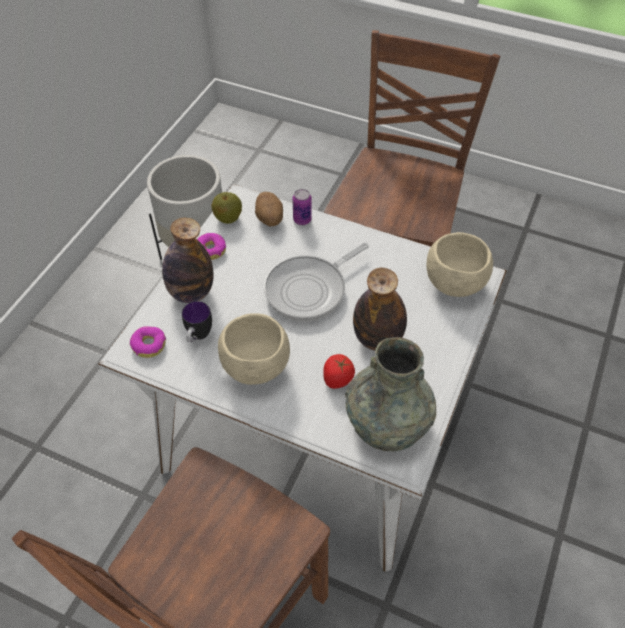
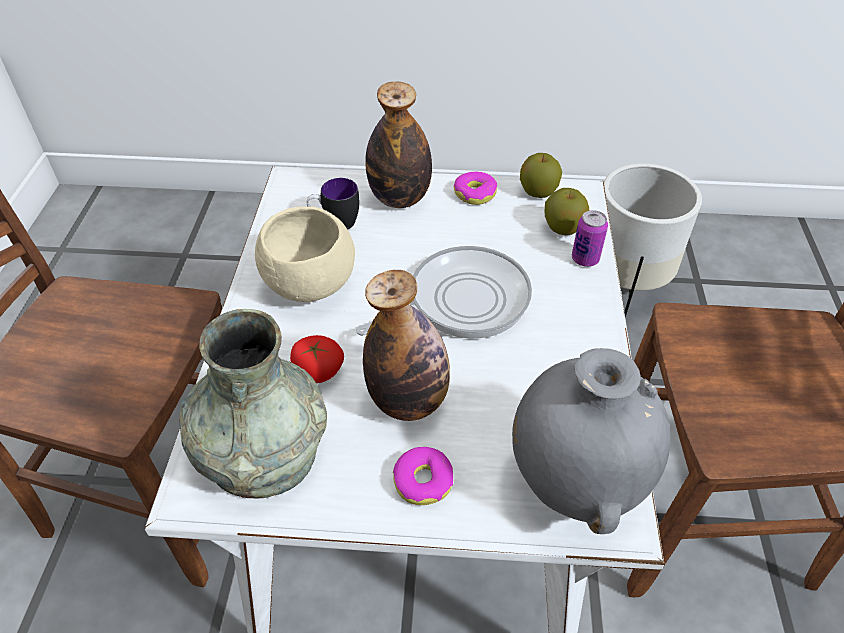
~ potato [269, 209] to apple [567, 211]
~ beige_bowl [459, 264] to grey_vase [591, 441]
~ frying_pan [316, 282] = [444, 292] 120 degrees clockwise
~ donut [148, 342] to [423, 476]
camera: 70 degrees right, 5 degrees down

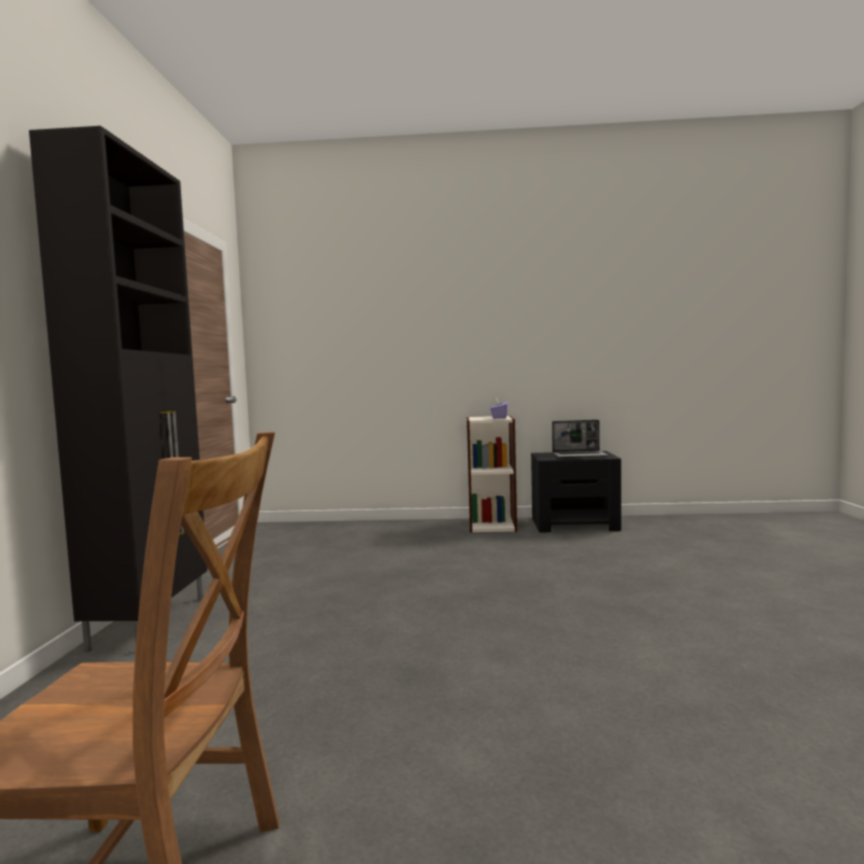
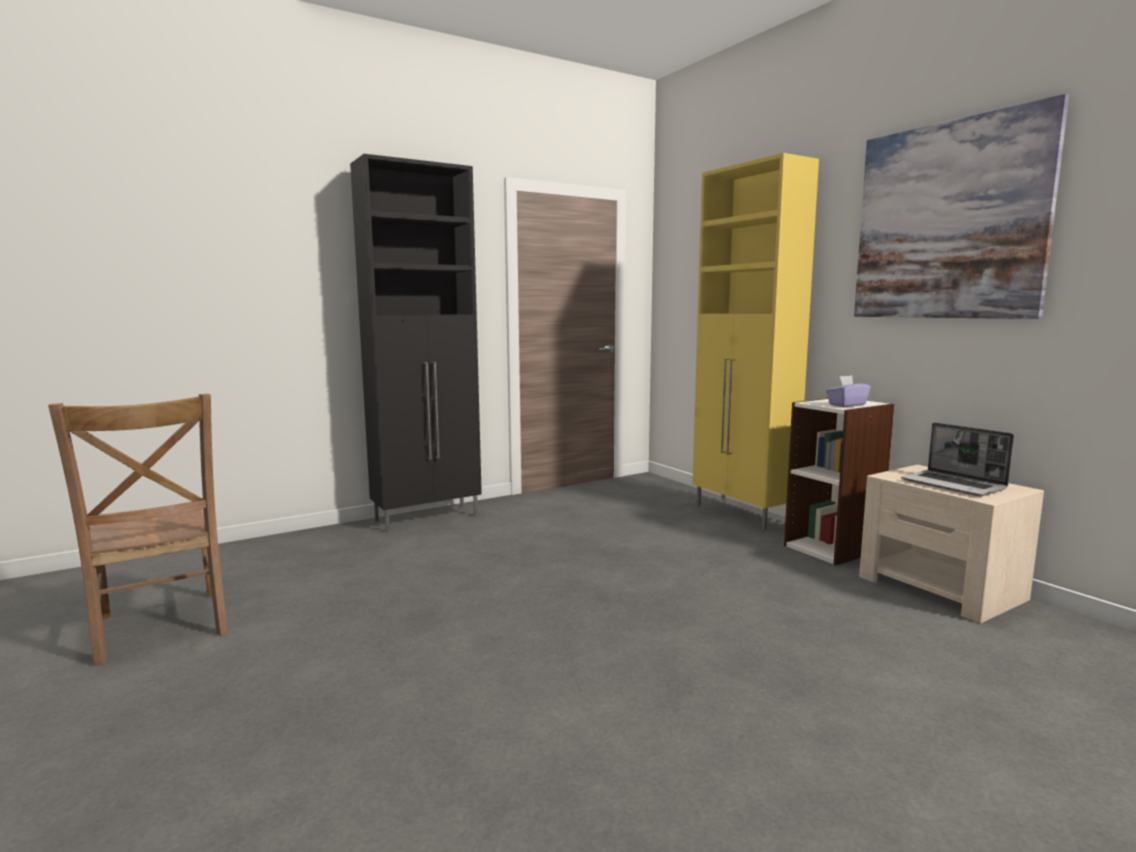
~ black_nightstand [576, 491] to beige_nightstand [951, 544]
+ picture [961, 206]
+ yellow_cabinet [755, 341]
camera: 55 degrees right, 5 degrees up

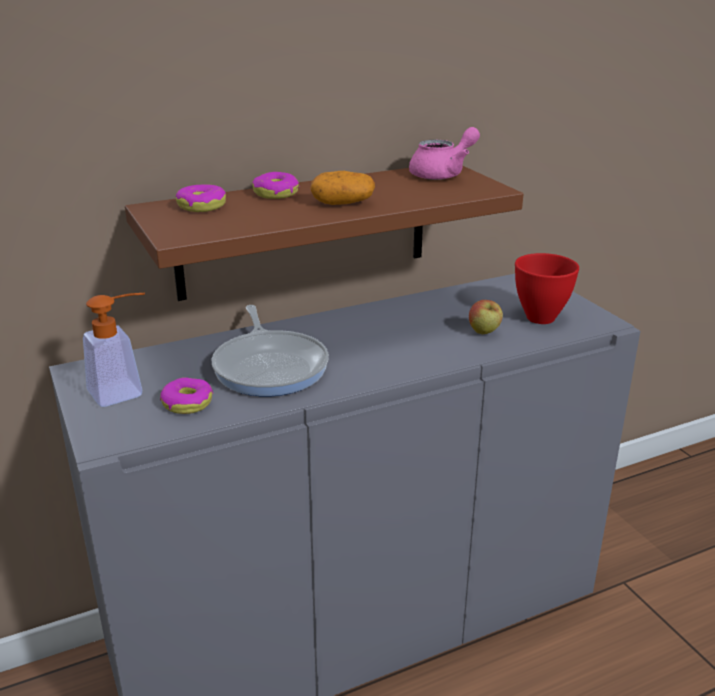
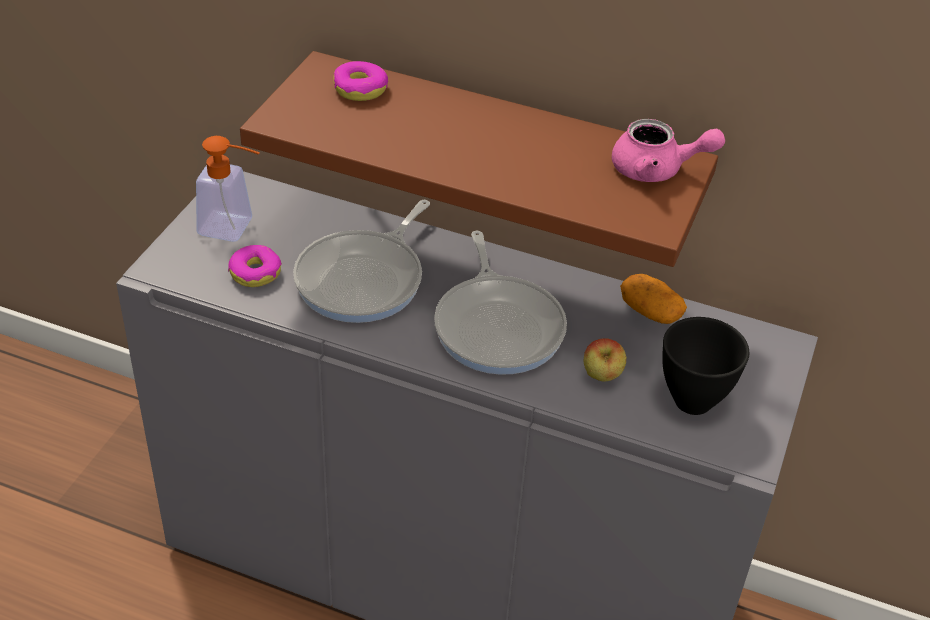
~ potato [342, 188] to [653, 299]
- donut [276, 185]
~ red_bowl [547, 288] to black_bowl [705, 366]
+ frying_pan [500, 303]
camera: 45 degrees right, 15 degrees up

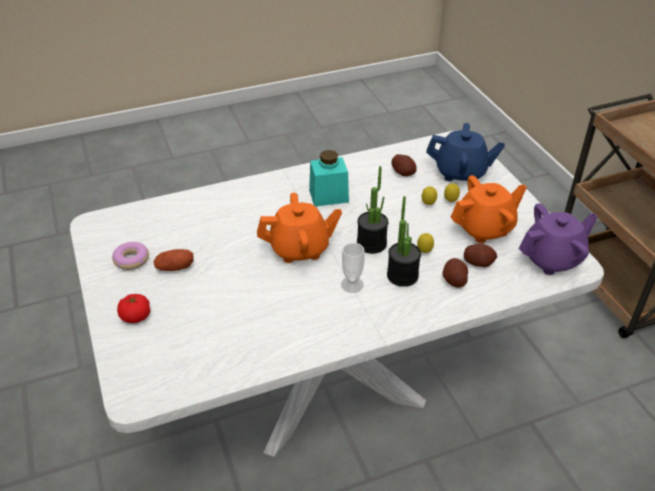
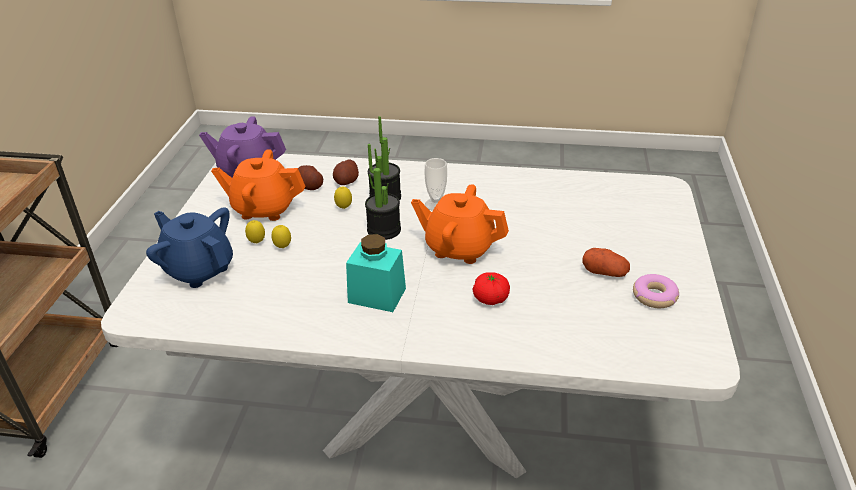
- potato [404, 165]
~ tomato [133, 308] to [491, 288]
camera: 150 degrees left, 5 degrees down

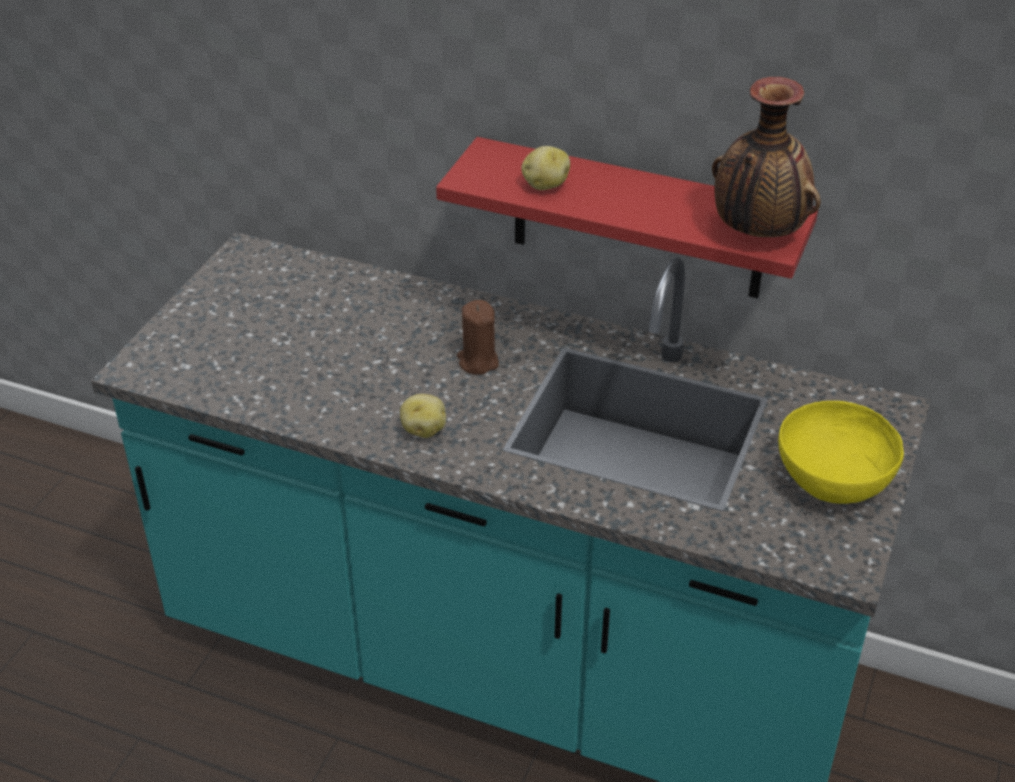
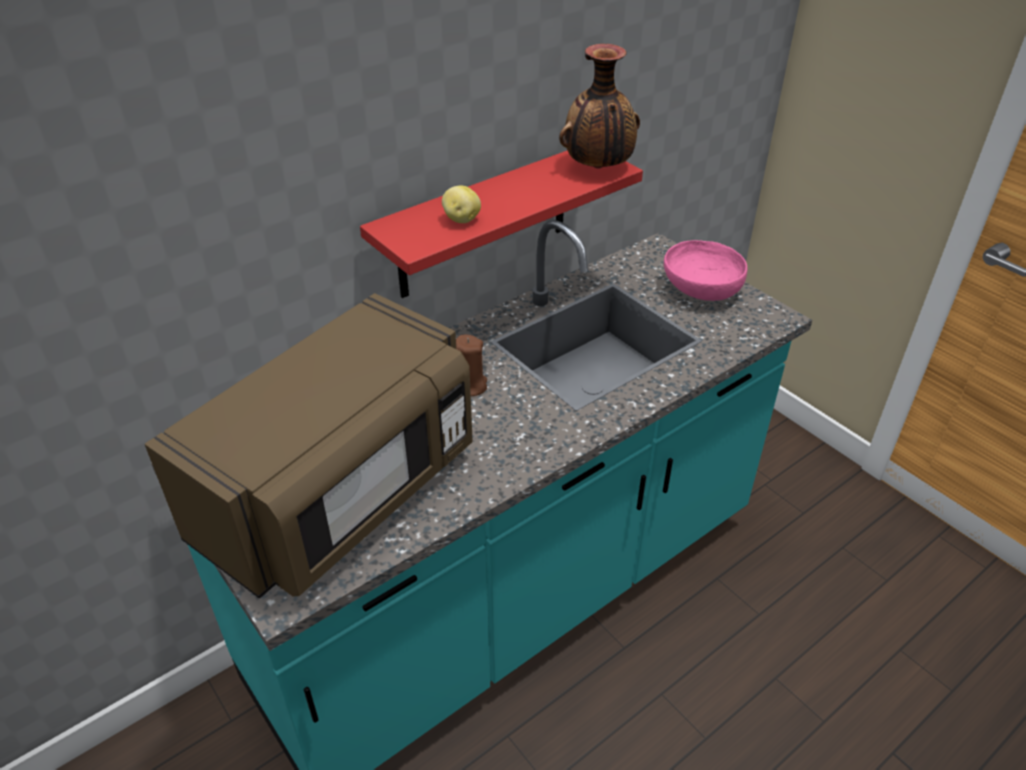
- potato [423, 416]
~ yellow_bowl [841, 452] to pink_bowl [705, 270]
+ brown_microwave [309, 446]
camera: 60 degrees left, 0 degrees up

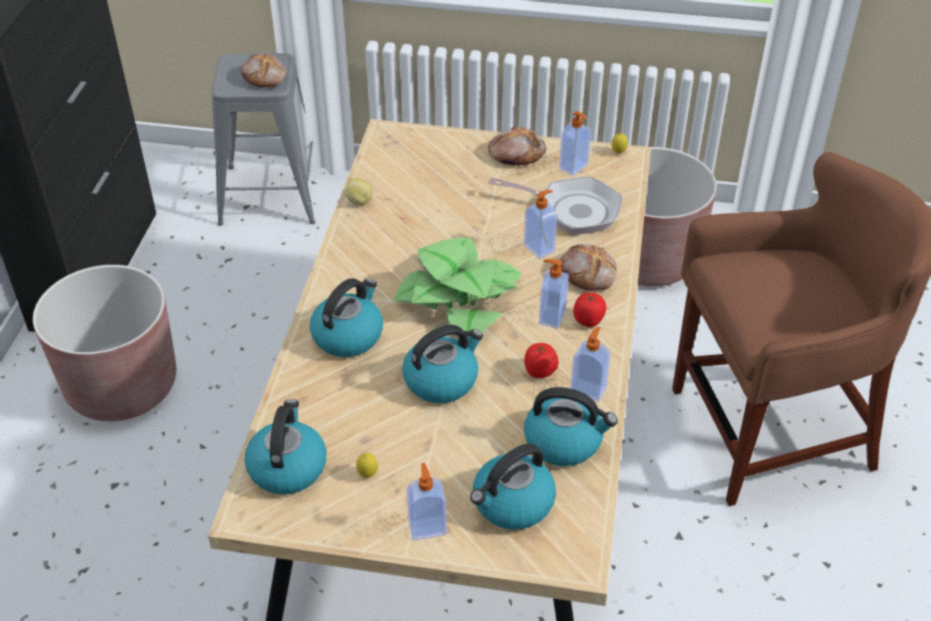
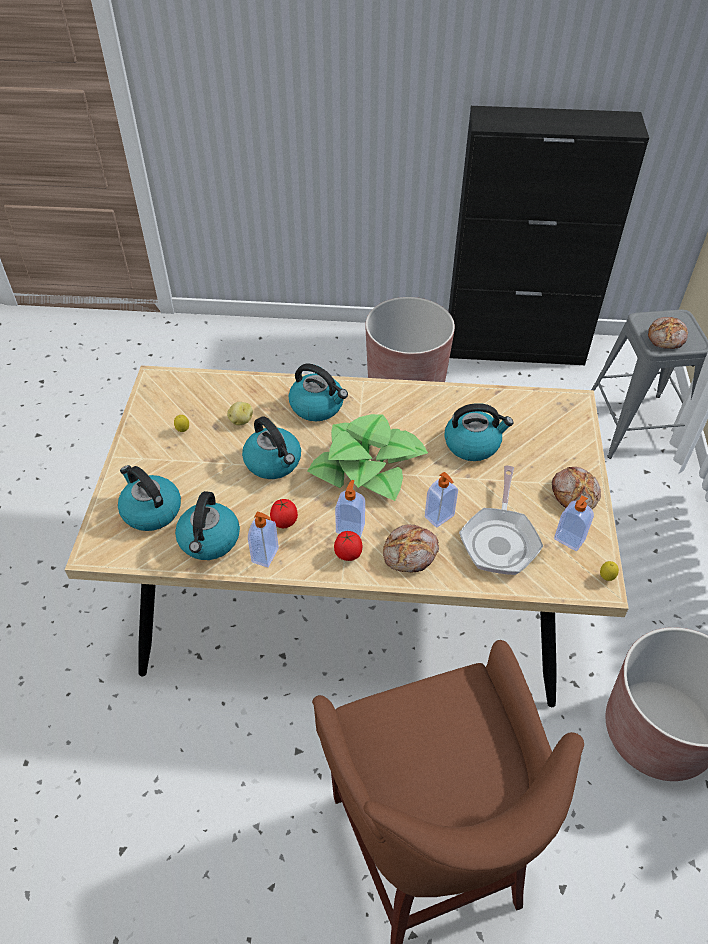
~ potato [359, 191] to [240, 413]
~ kettle [285, 446] to [479, 432]
- soap_dispenser [427, 501]
camera: 85 degrees right, 5 degrees up

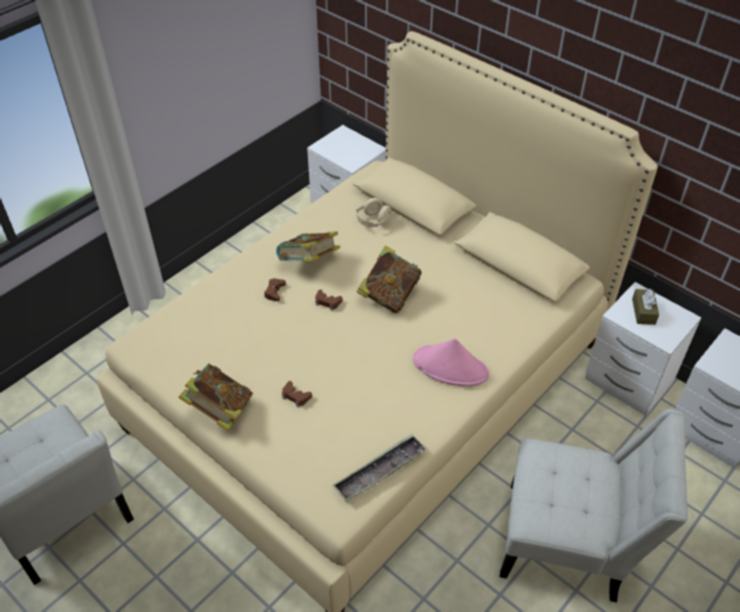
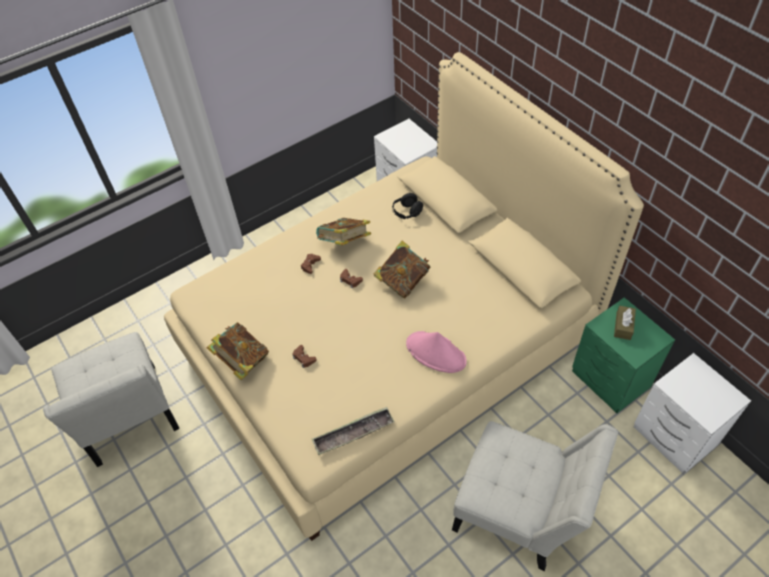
~ beige_headphones [373, 213] to black_headphones [407, 206]
~ white_nightstand [643, 349] to green_nightstand [623, 355]
camera: 15 degrees right, 5 degrees up

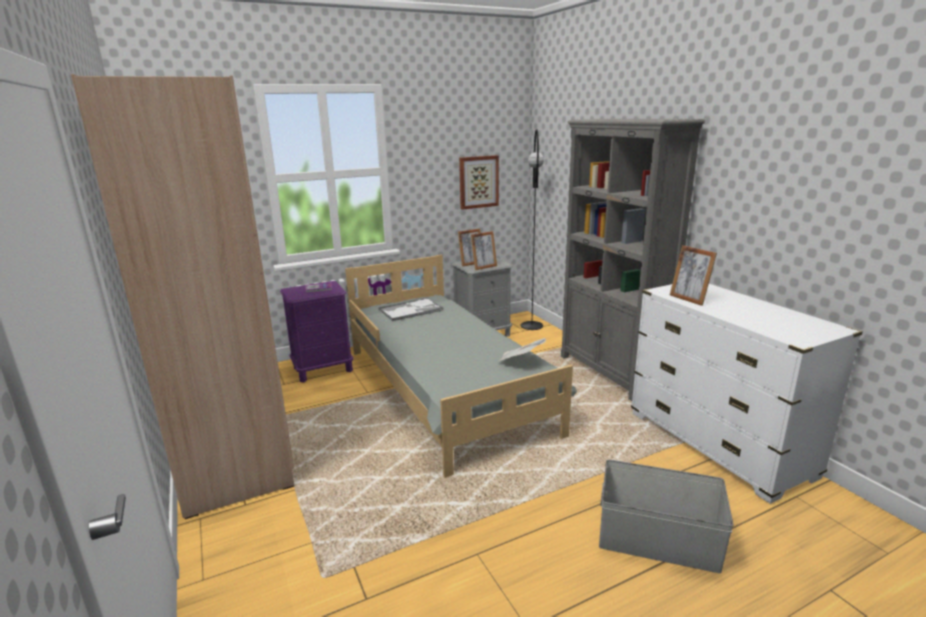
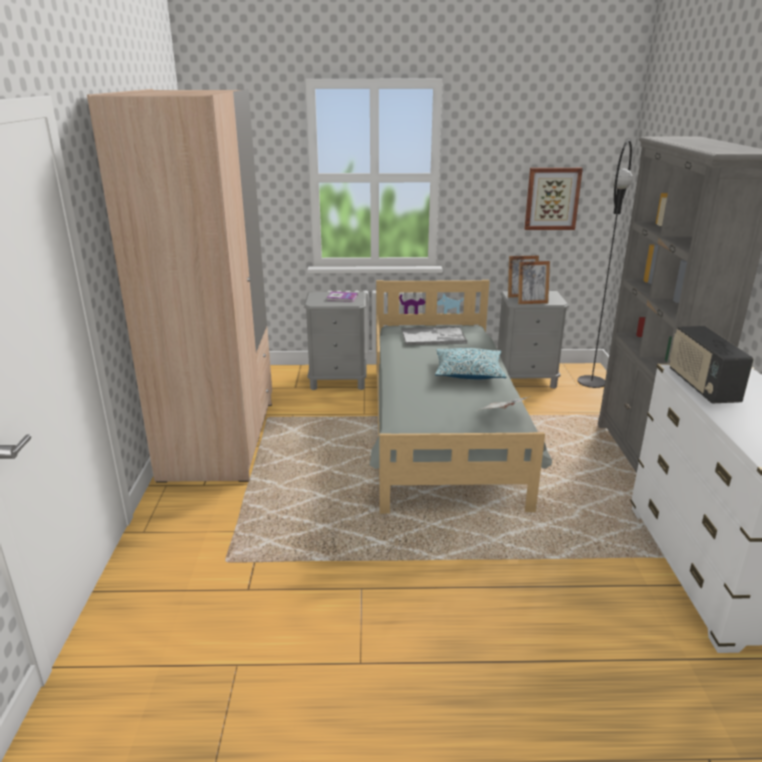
~ picture_frame [693, 275] to radio [711, 364]
~ purple_nightstand [317, 332] to grey_nightstand [335, 341]
- grey_storage_box [666, 516]
+ pillow [471, 363]
camera: 25 degrees right, 5 degrees up

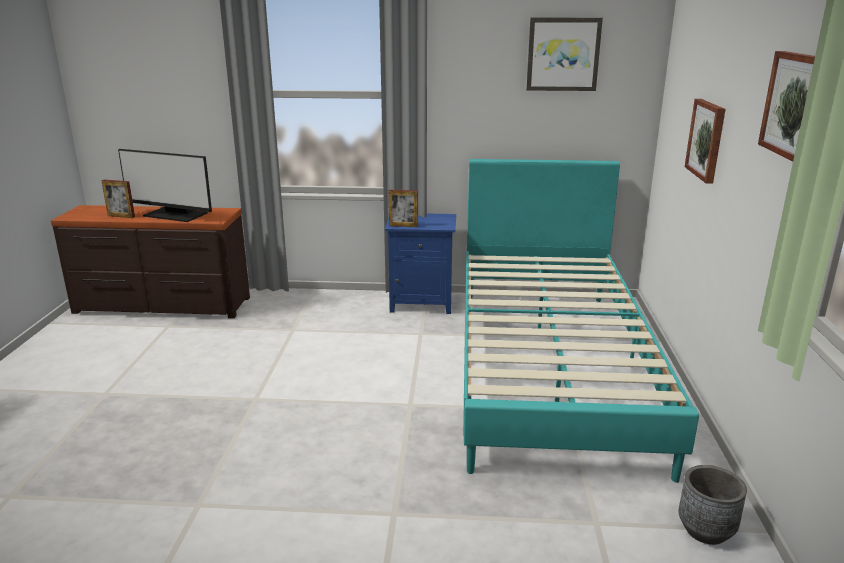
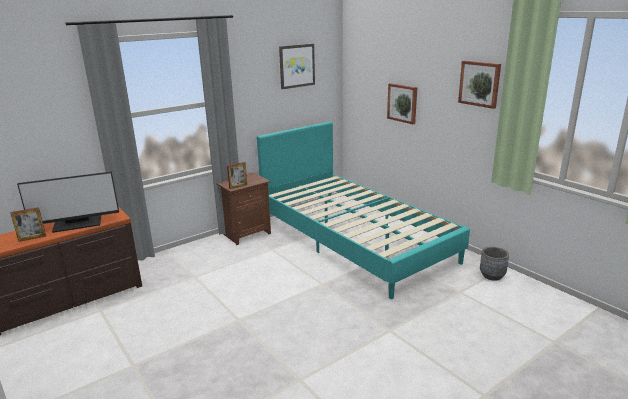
~ blue_nightstand [420, 264] to brown_nightstand [243, 208]
camera: 40 degrees left, 0 degrees up

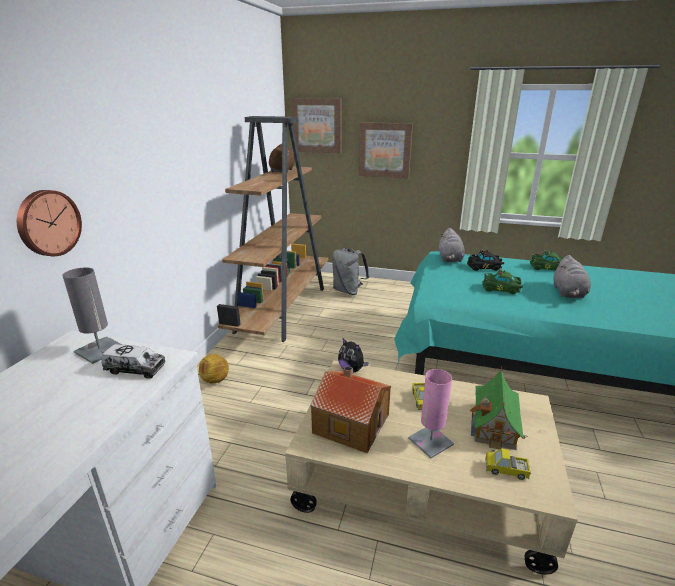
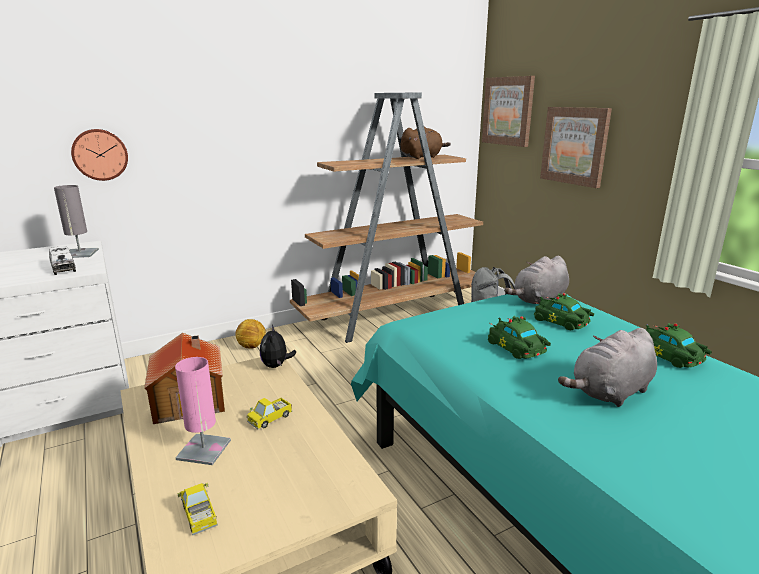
~ black_toy_car [485, 260] to green_toy_car [564, 311]
- toy_house [499, 408]
camera: 45 degrees right, 5 degrees down

